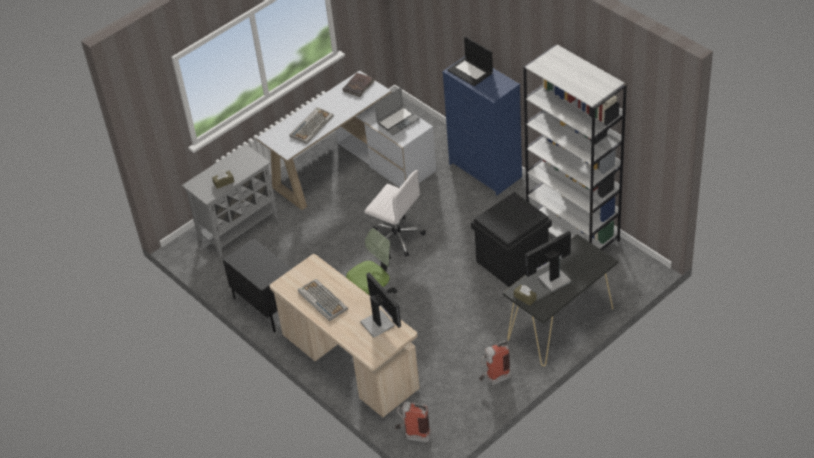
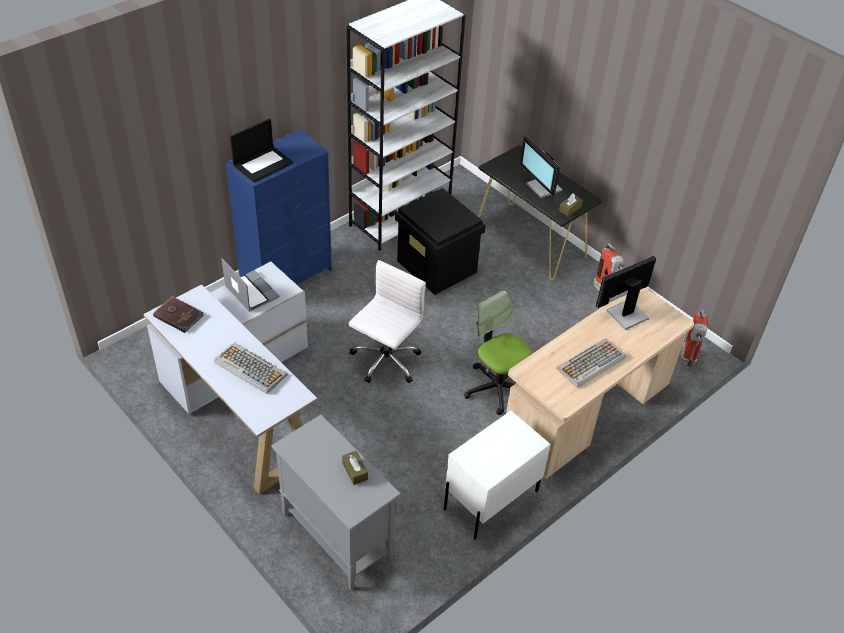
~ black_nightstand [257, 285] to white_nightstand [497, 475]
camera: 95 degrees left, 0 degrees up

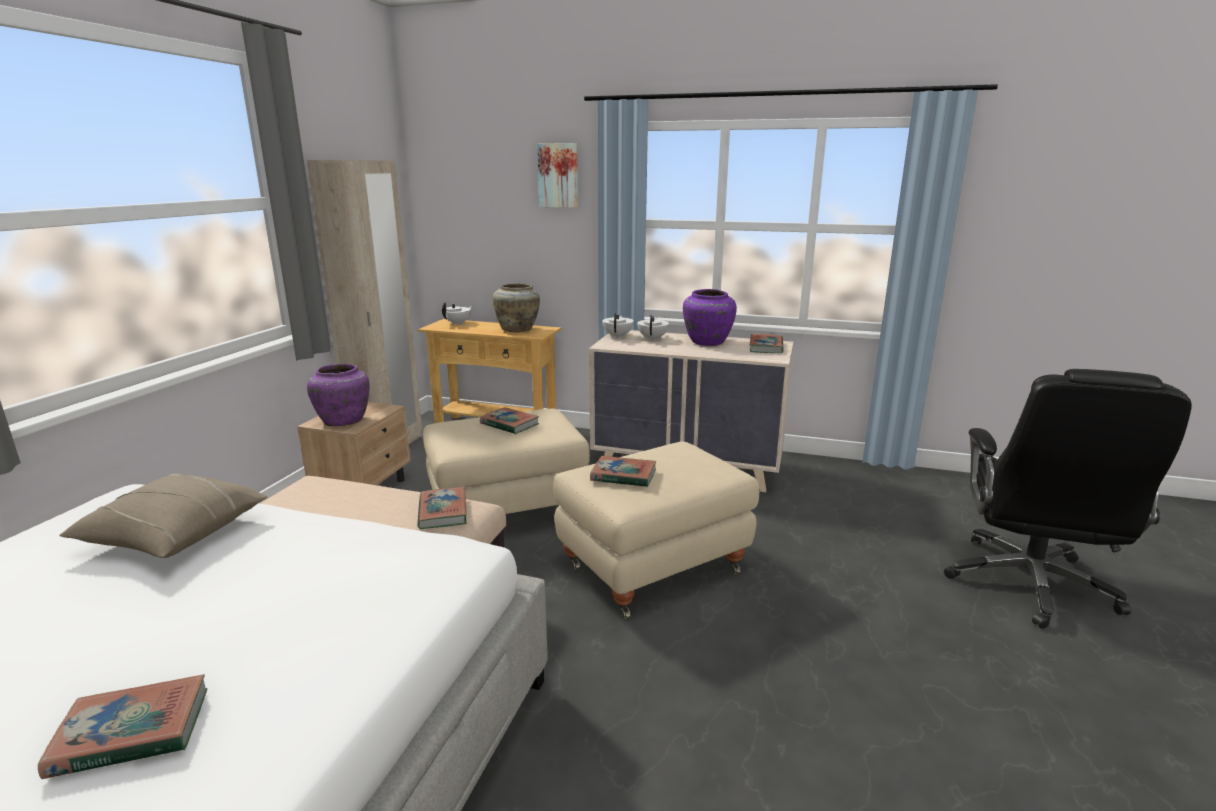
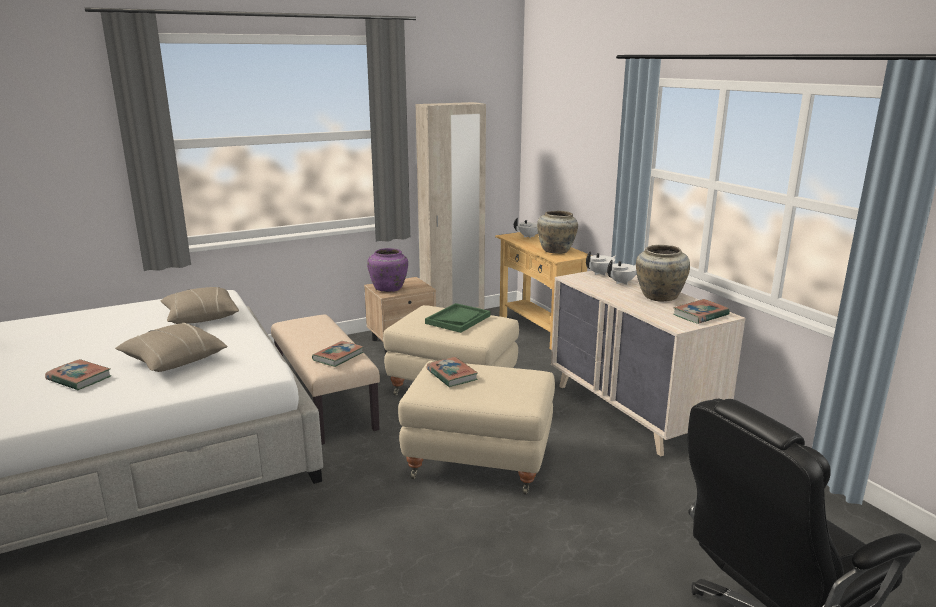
- picture [557, 175]
~ purple_vase [710, 317] to beige_vase [663, 273]
~ book [509, 420] to green_tray [458, 318]
+ beige_pillow [171, 347]
camera: 45 degrees right, 0 degrees up

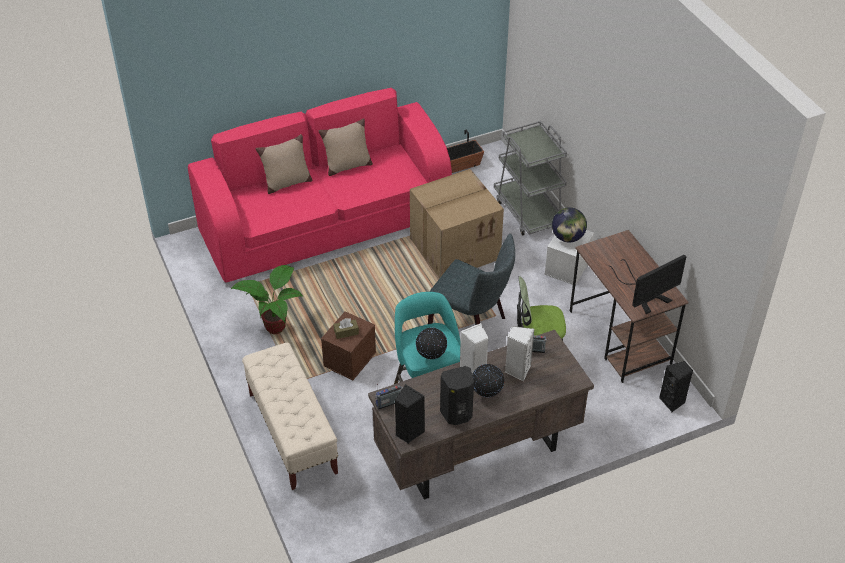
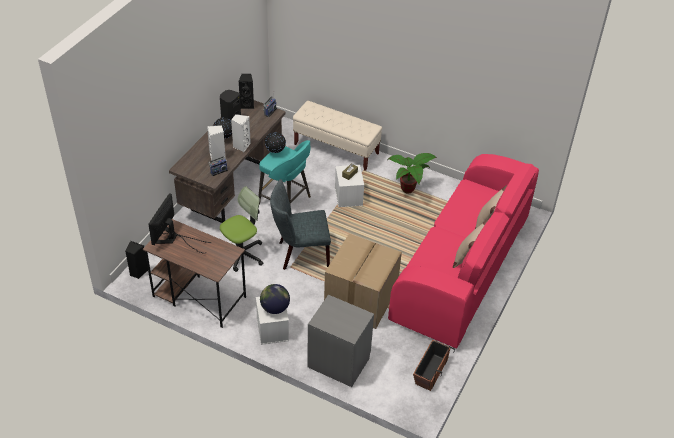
~ grey_cart [530, 178] to grey_nightstand [340, 341]
~ brown_storage_box [348, 345] to white_storage_box [349, 186]
camera: 140 degrees right, 0 degrees up

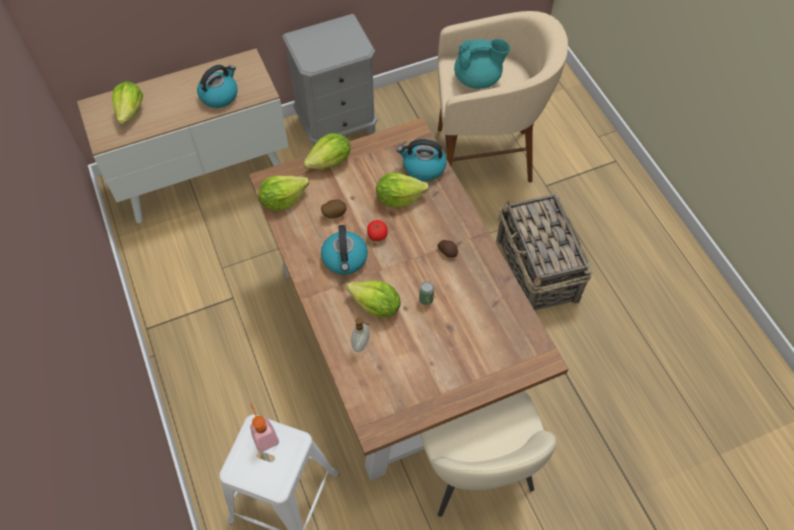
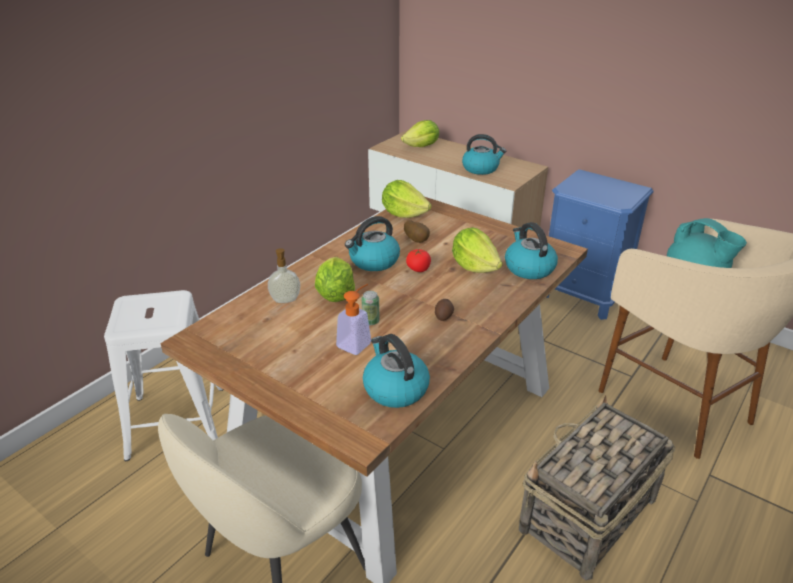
~ grey_nightstand [330, 80] to blue_nightstand [600, 244]
- lettuce [327, 151]
~ soap_dispenser [264, 427] to [353, 319]
+ kettle [396, 371]
camera: 60 degrees right, 25 degrees down

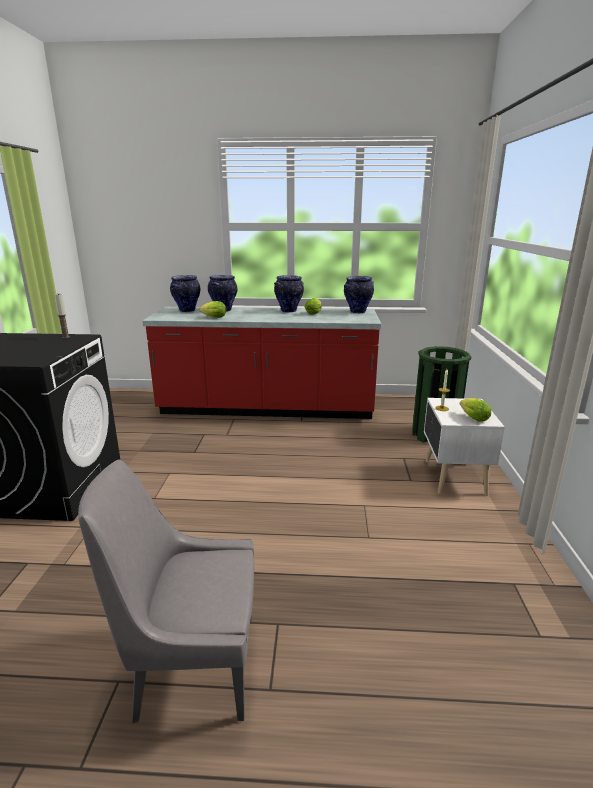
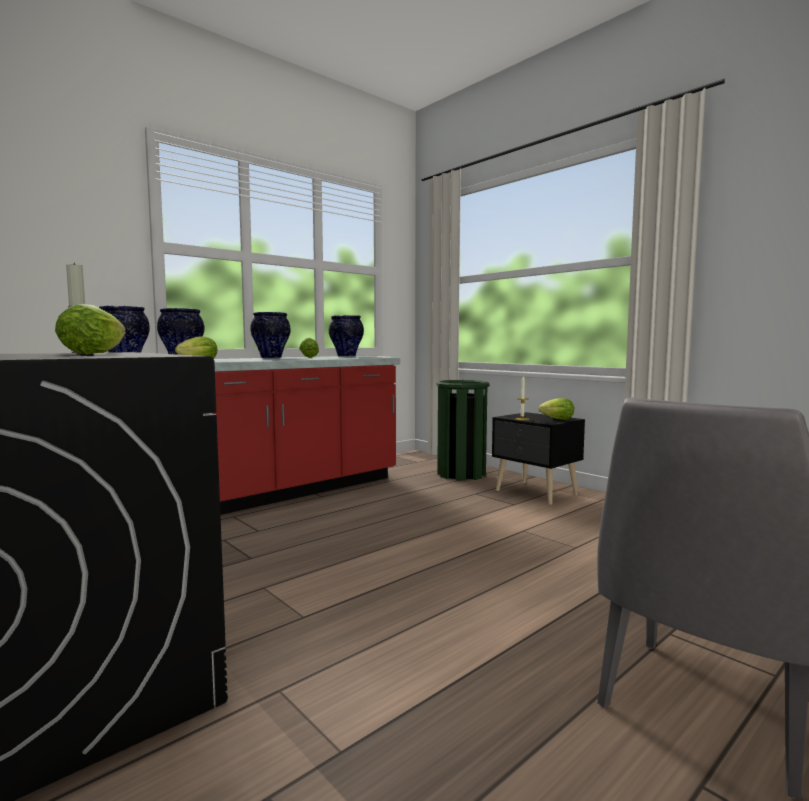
~ white_nightstand [464, 447] to black_nightstand [538, 458]
+ lettuce [90, 329]
camera: 45 degrees left, 15 degrees down

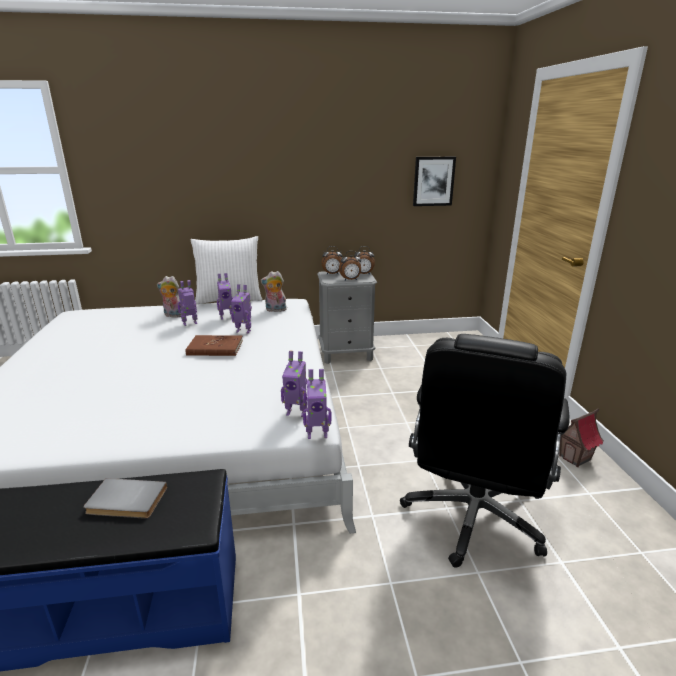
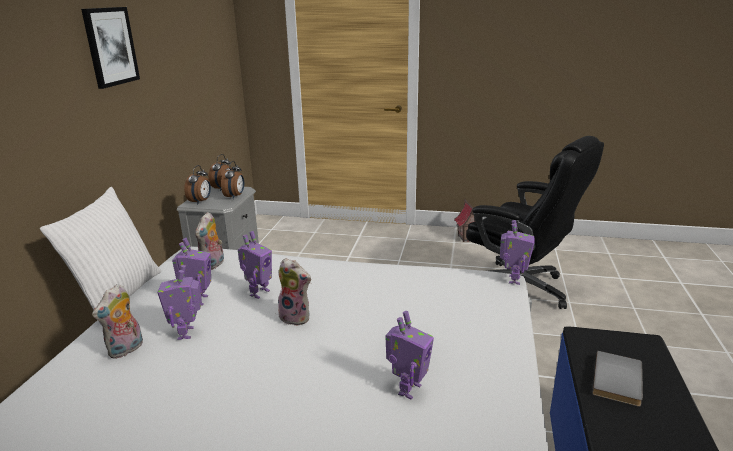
~ picture [434, 181] to [110, 48]
~ brown_book [214, 345] to plush_toy [294, 292]
~ toy_robot [294, 384] to [409, 355]
camera: 70 degrees left, 0 degrees up

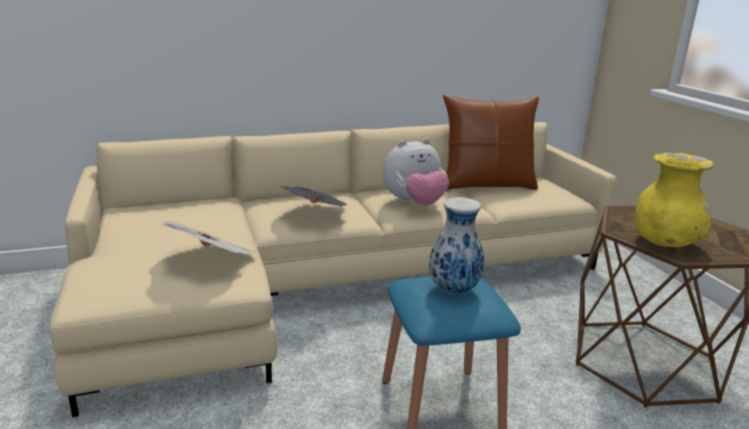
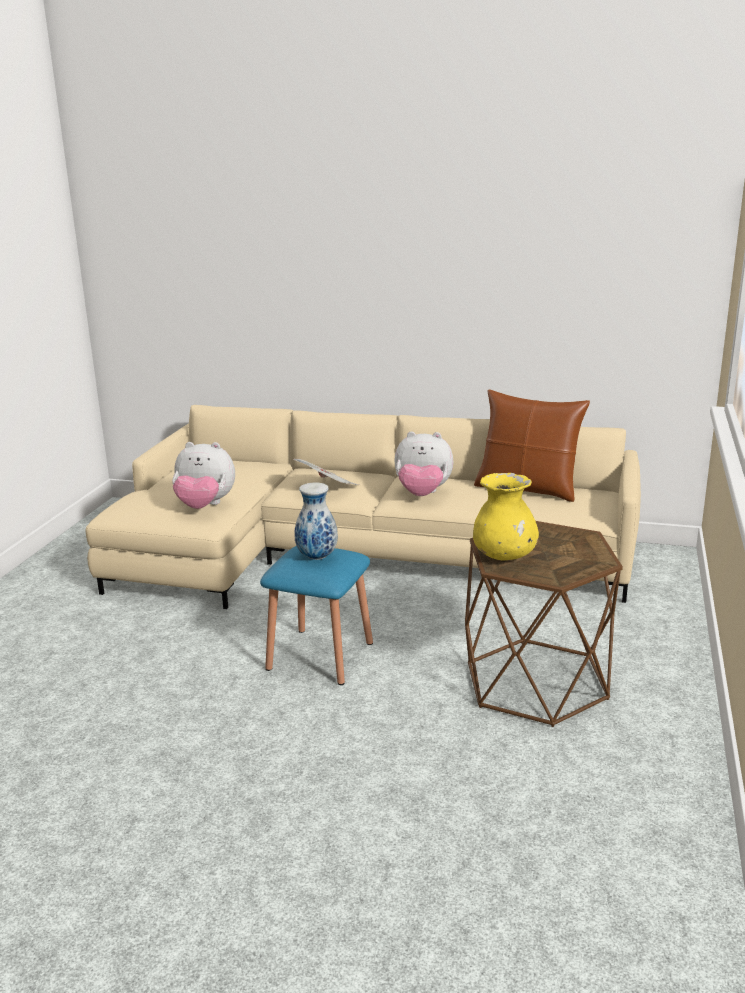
~ newspaper [209, 238] to plush_toy [203, 475]
camera: 35 degrees right, 0 degrees up

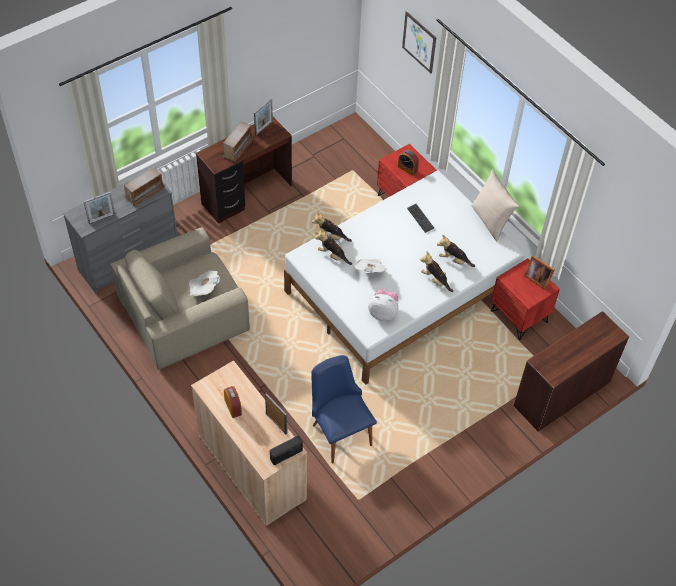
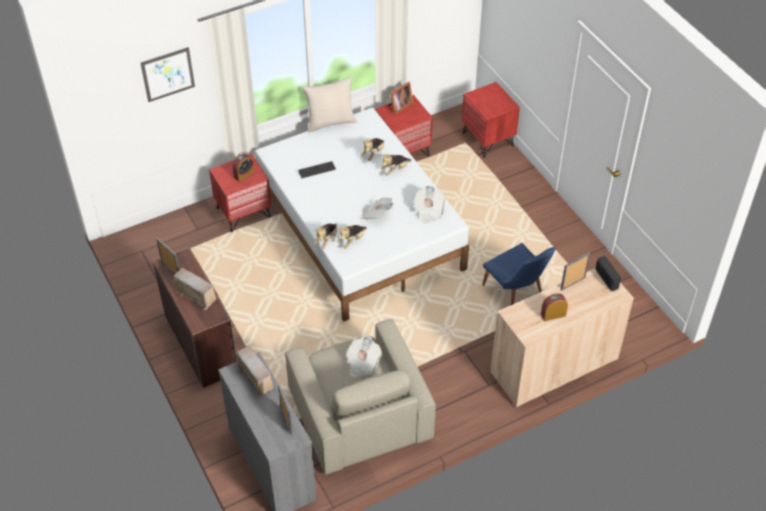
~ plush_toy [383, 305] to newspaper [429, 204]
~ brown_desk [571, 371] to red_nightstand [491, 120]
~ blue_chair [344, 409] = [519, 274] 105 degrees counterclockwise
camera: 80 degrees left, 5 degrees down

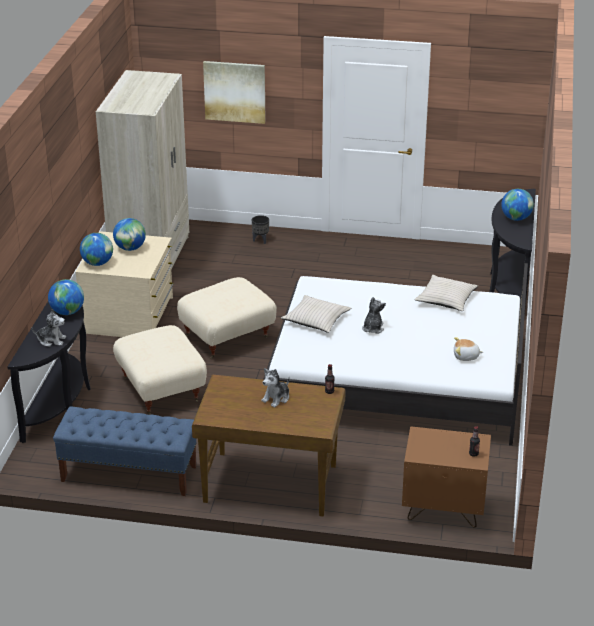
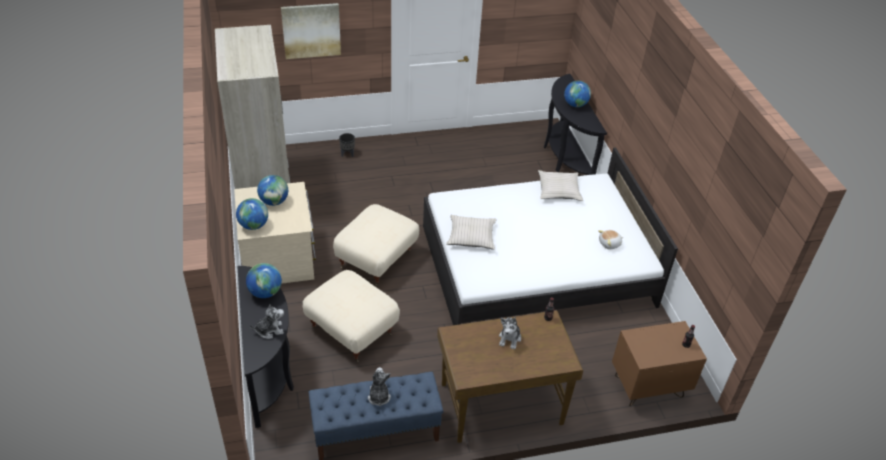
~ plush_toy [374, 315] to [379, 386]
camera: 25 degrees left, 10 degrees up

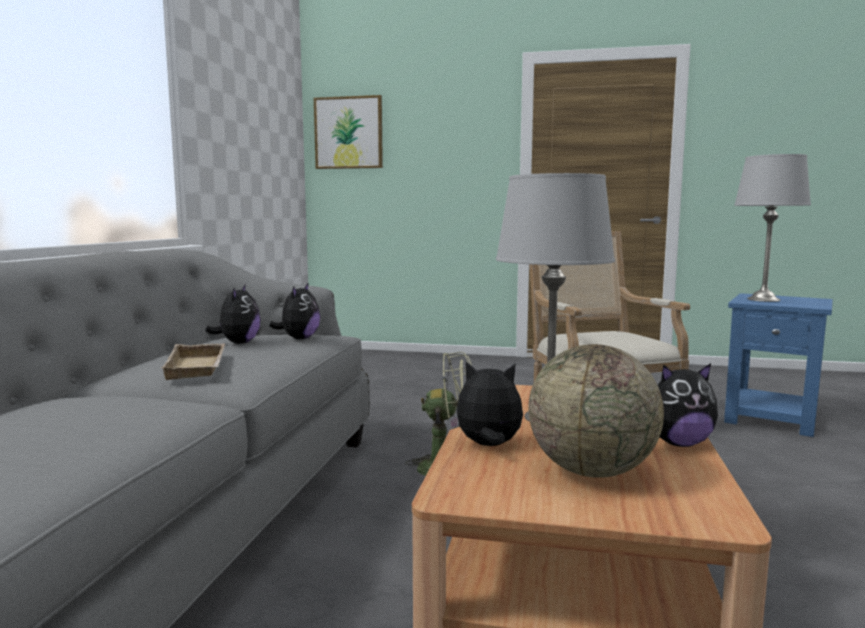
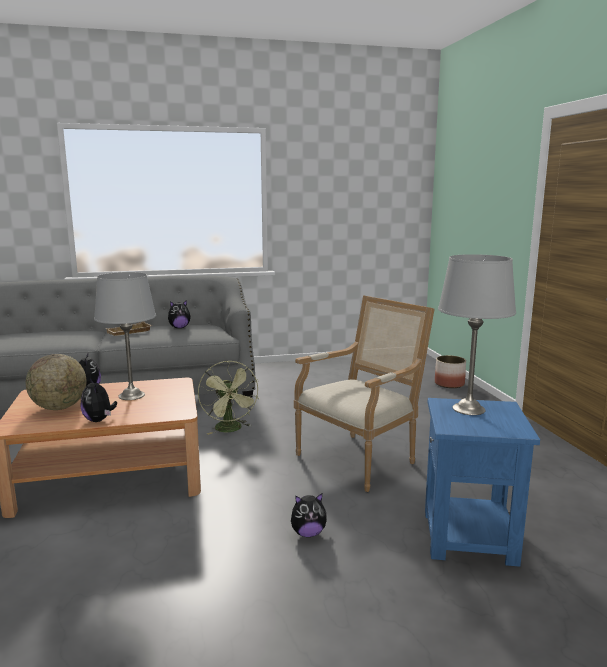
- picture [348, 132]
~ plush_toy [294, 310] to [309, 515]
+ planter [450, 371]
camera: 65 degrees right, 5 degrees up

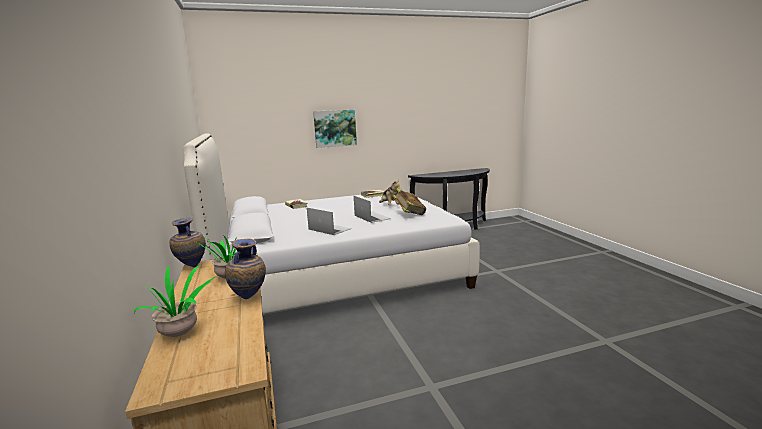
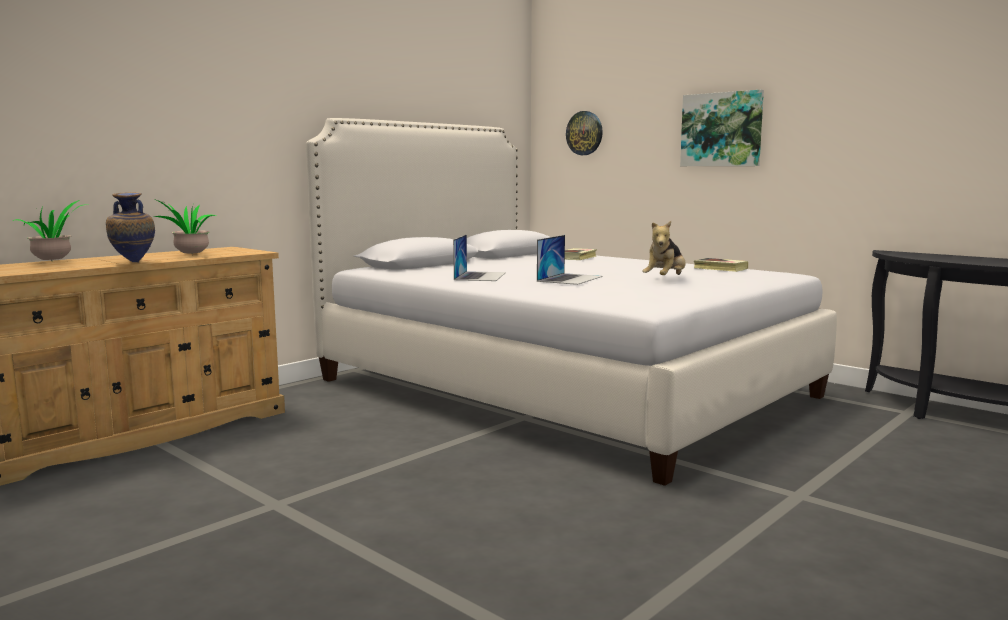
- book [409, 201]
- vase [188, 242]
+ wall_clock [584, 133]
camera: 60 degrees right, 5 degrees down

